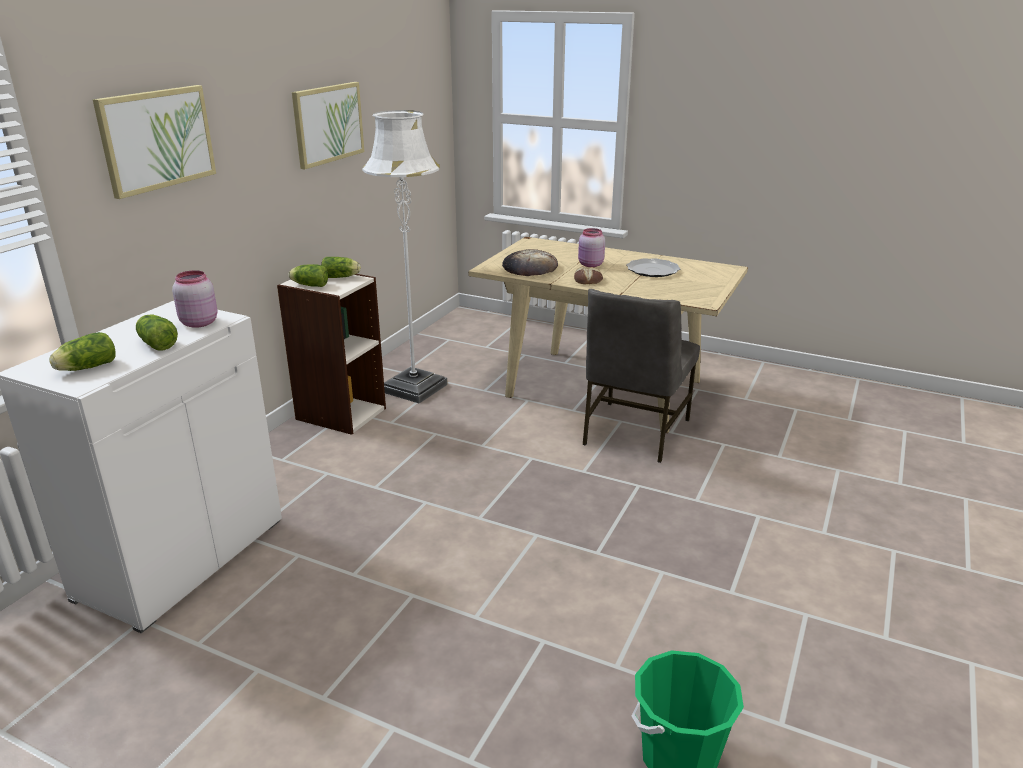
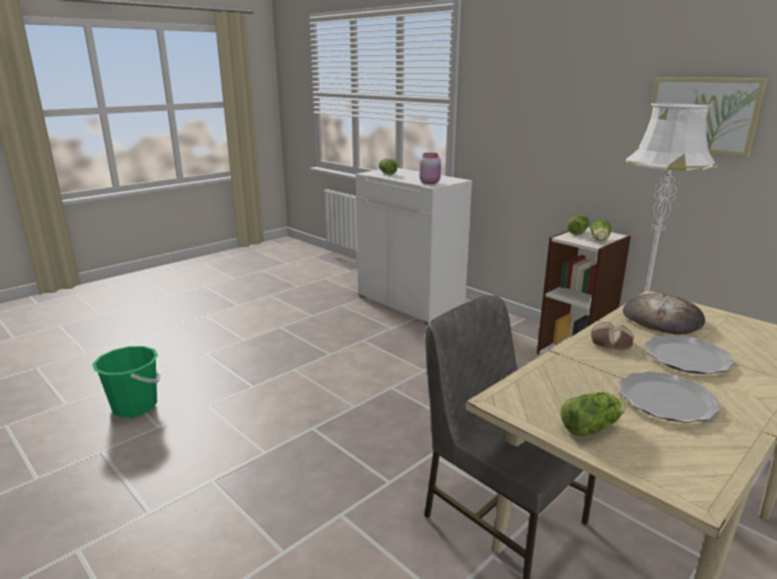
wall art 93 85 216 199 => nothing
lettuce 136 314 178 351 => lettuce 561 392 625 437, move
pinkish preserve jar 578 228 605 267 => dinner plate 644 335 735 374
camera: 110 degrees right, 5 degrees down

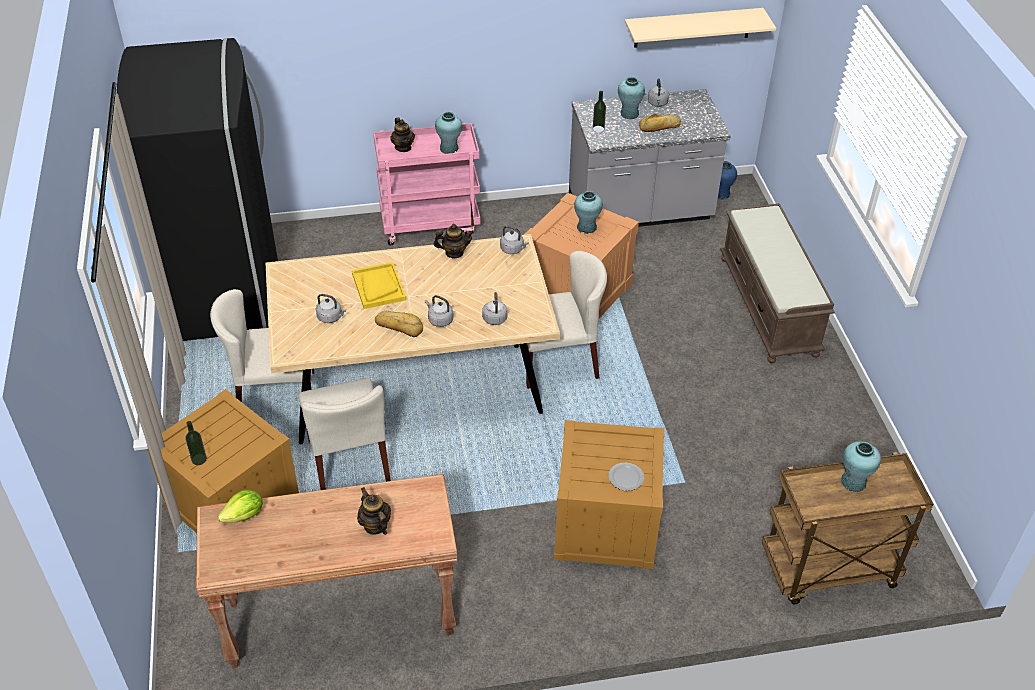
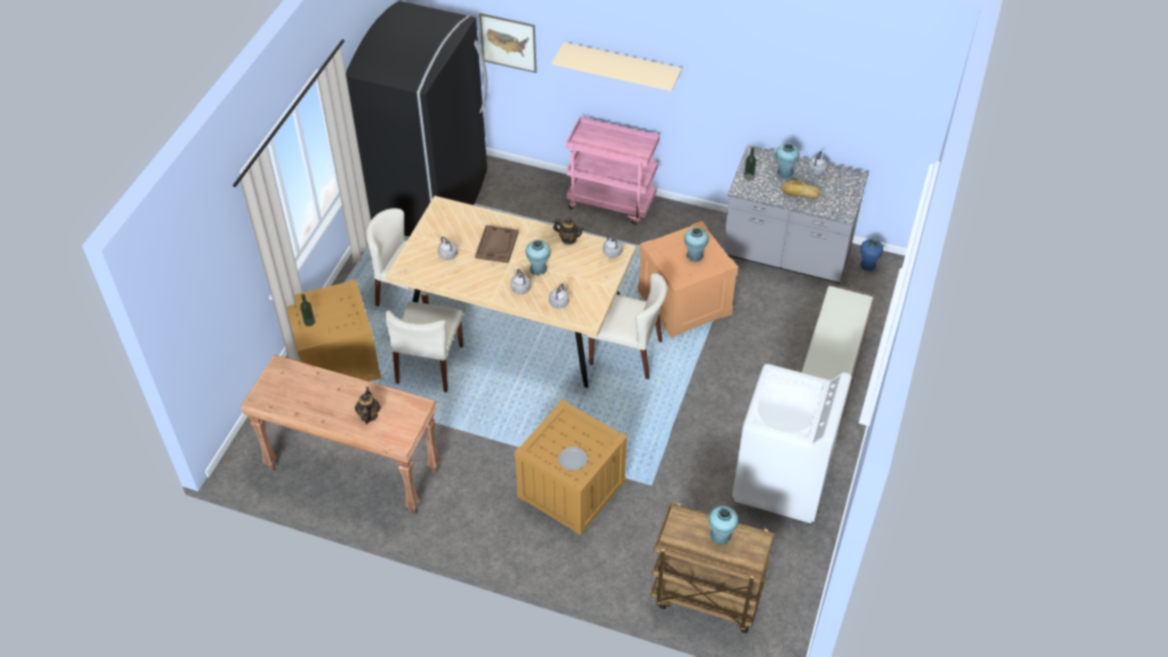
lettuce 217 489 263 523 => nothing
baked bread 375 311 423 337 => nothing
pot for tea 390 117 415 152 => nothing
nothing => wall art 479 13 537 73
nothing => whitish washing machine 732 364 852 523
turquoise vase 435 112 462 154 => turquoise vase 526 240 551 276, move
beige-coloured bracket shelf 625 8 776 48 => beige-coloured bracket shelf 552 42 682 91, move
yellow-coloured serving tray 352 262 406 309 => brownish serving tray 475 225 519 263
camera: 30 degrees right, 5 degrees up

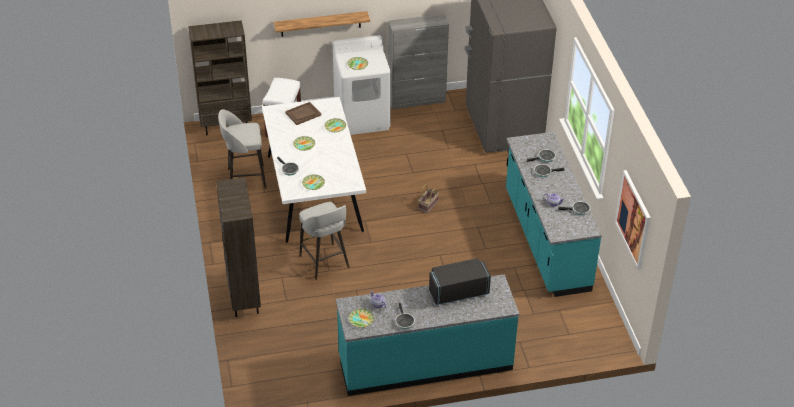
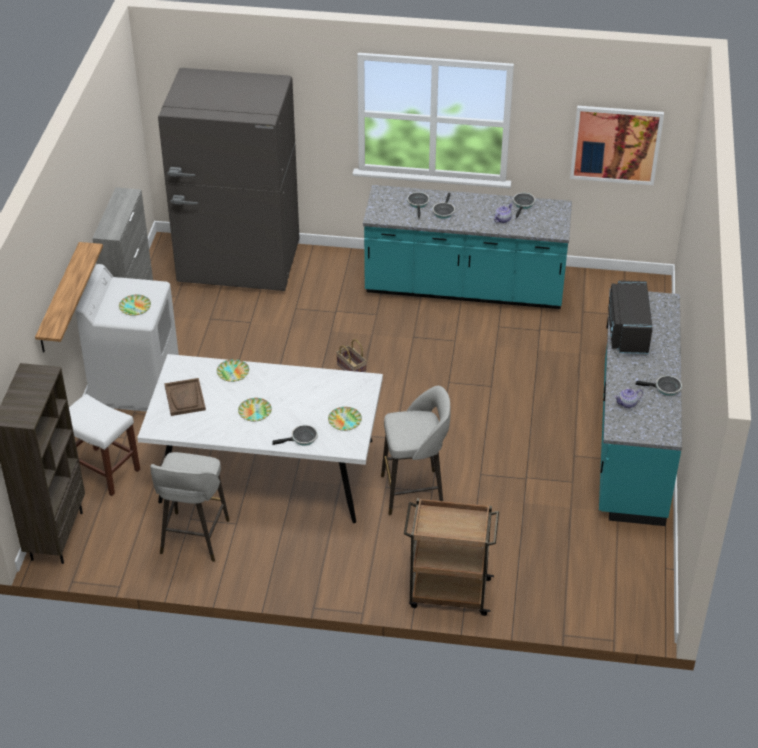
dinner plate 349 308 374 327 => nothing
brownish bookcase 216 177 261 317 => brownish cart 404 498 499 616
camera: 70 degrees left, 0 degrees up

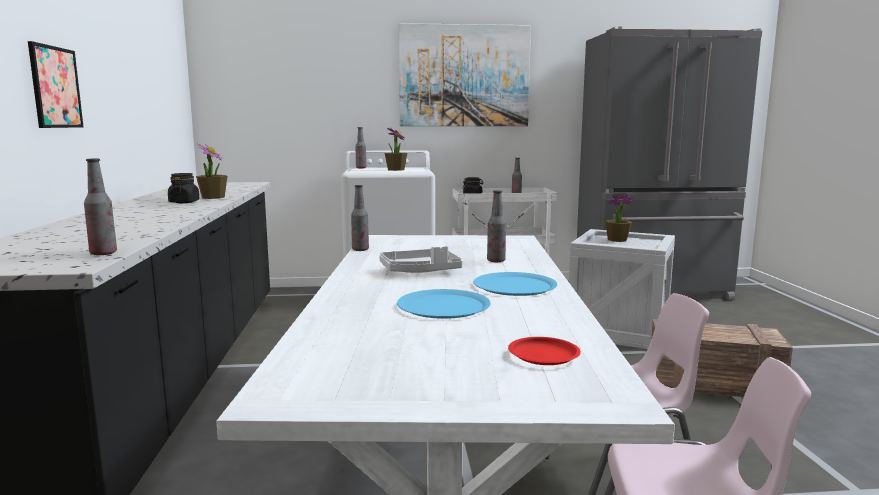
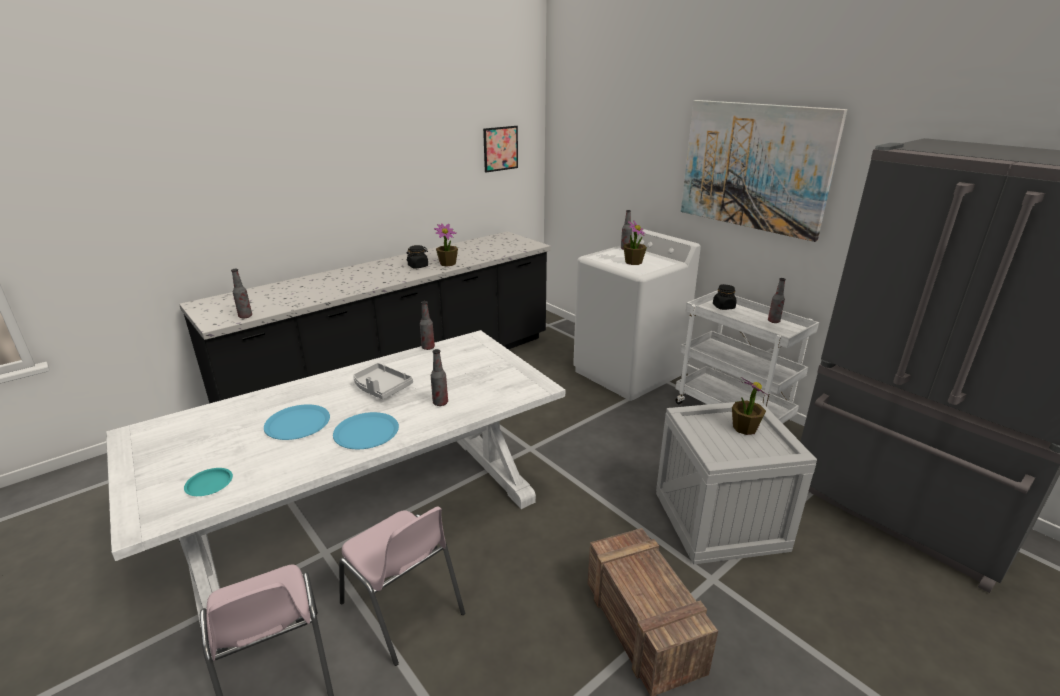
wall art 28 41 83 128 => wall art 483 126 518 172, move
red-coloured dinner plate 508 337 581 365 => turquoise dinner plate 184 468 233 496
camera: 55 degrees right, 15 degrees up

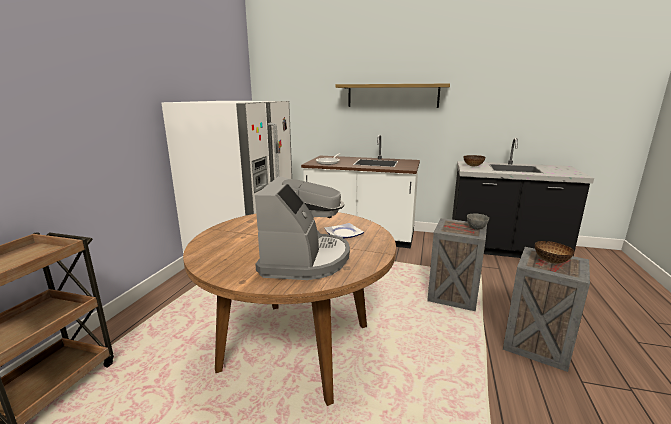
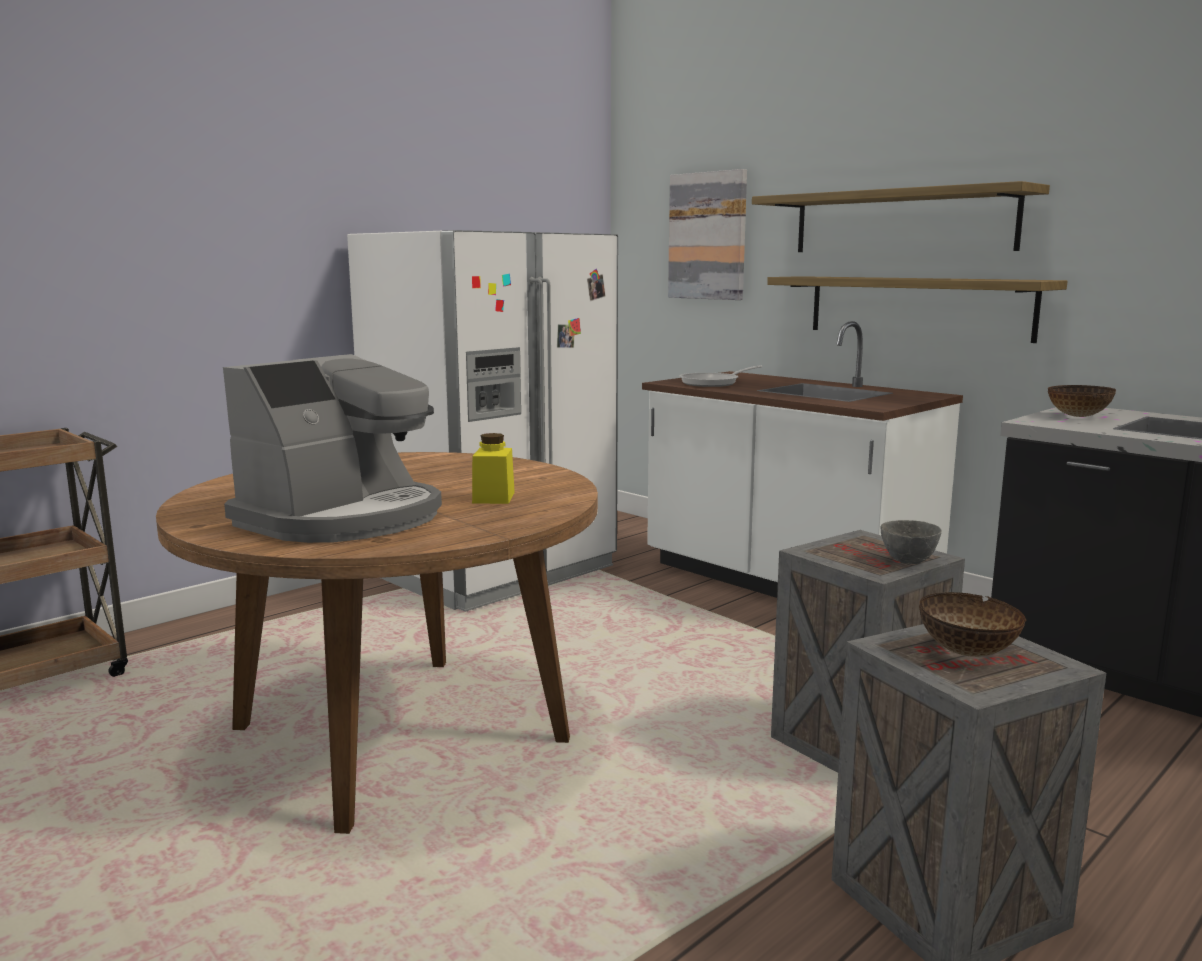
nothing => wall art 668 169 747 300
nothing => bracket shelf 767 276 1067 343
dinner plate 324 223 364 238 => yellow-coloured preserve jar 472 433 515 504
camera: 30 degrees right, 5 degrees down

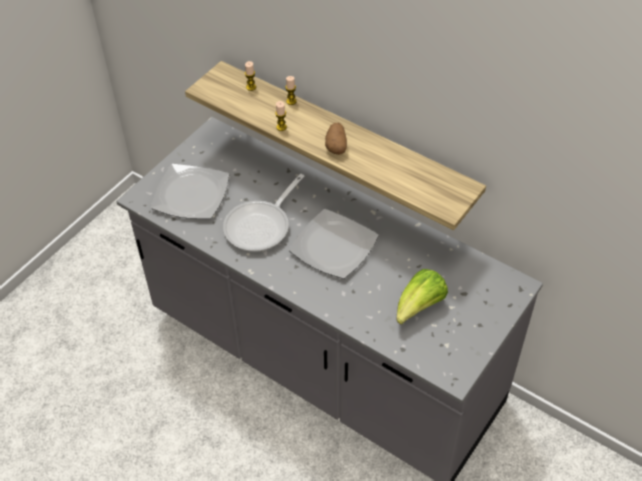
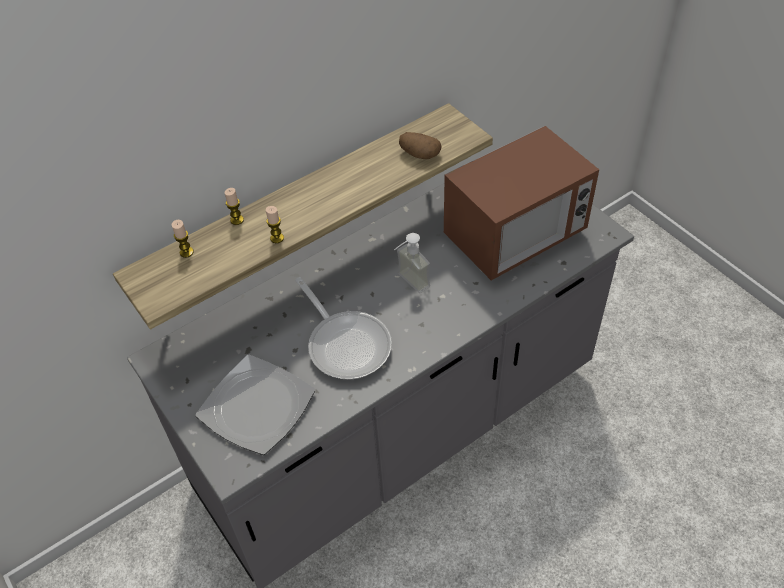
spud 325 123 347 155 => spud 399 132 442 159, move
dinner plate 289 209 378 279 => soap bottle 394 233 430 293
lettuce 397 269 448 324 => microwave 444 126 599 280
camera: 70 degrees left, 0 degrees up

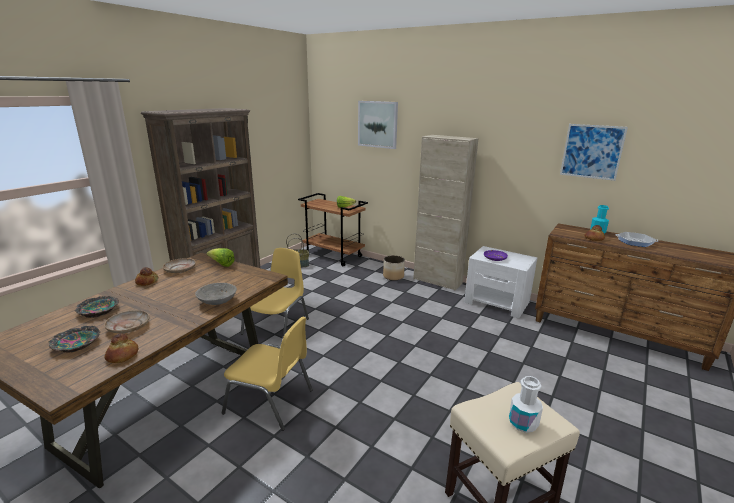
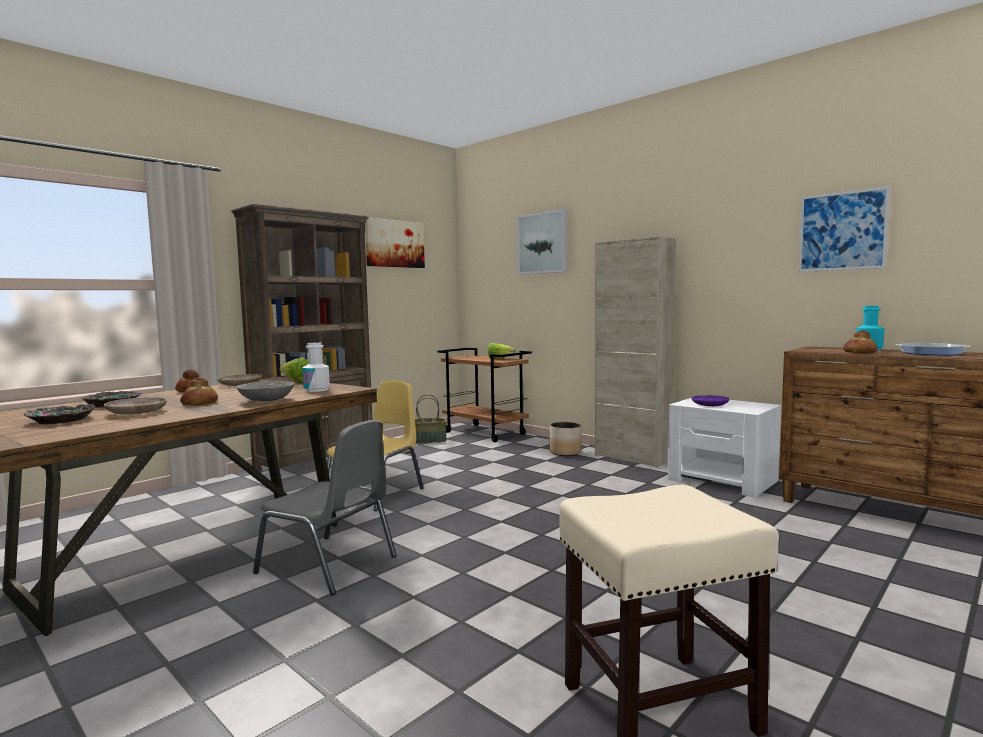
nothing => wall art 365 217 425 268
baked bread 104 333 138 363 => baked bread 180 377 218 405, move
whitish bottle 509 376 543 433 => whitish bottle 302 342 330 392, move
yellow-coloured upright chair 222 316 313 431 => greyish upright chair 253 420 397 595
camera: 10 degrees right, 15 degrees down

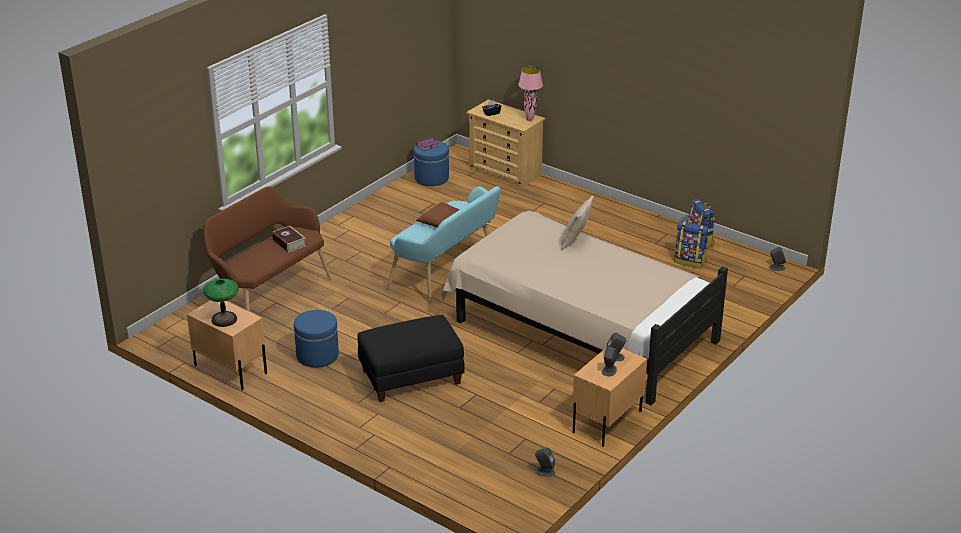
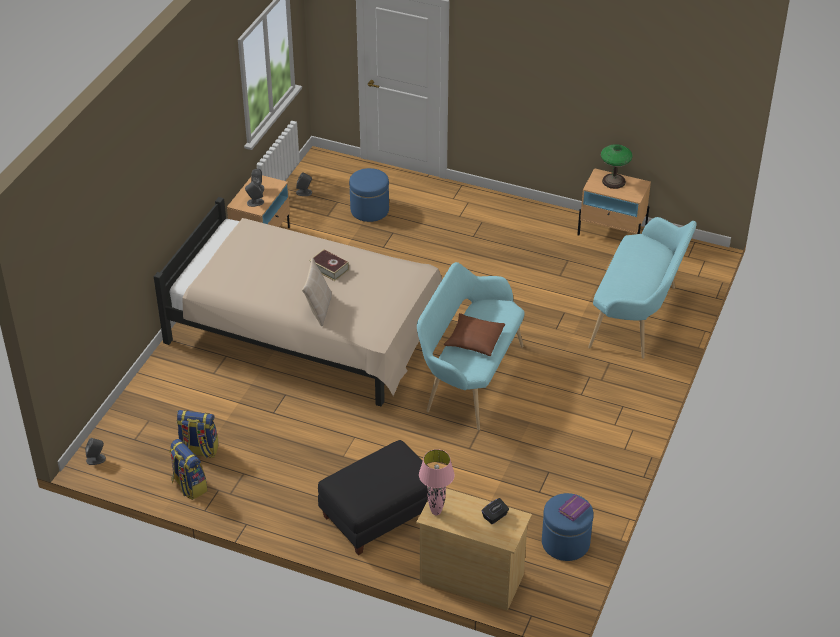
volume 272 226 306 253 => volume 309 249 349 281, move
blue-coloured pouffe 294 310 339 368 => blue-coloured pouffe 349 168 389 222, move
blackish pouffe 357 315 465 402 => blackish pouffe 318 440 428 555, move
brownish long seat 203 186 331 312 => turquoise long seat 588 217 697 359
camera: 165 degrees right, 10 degrees up

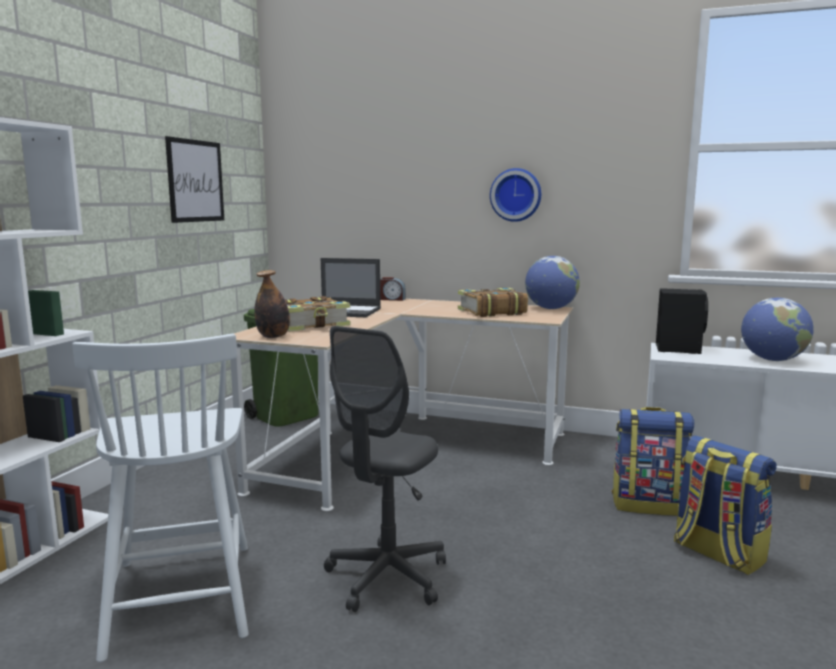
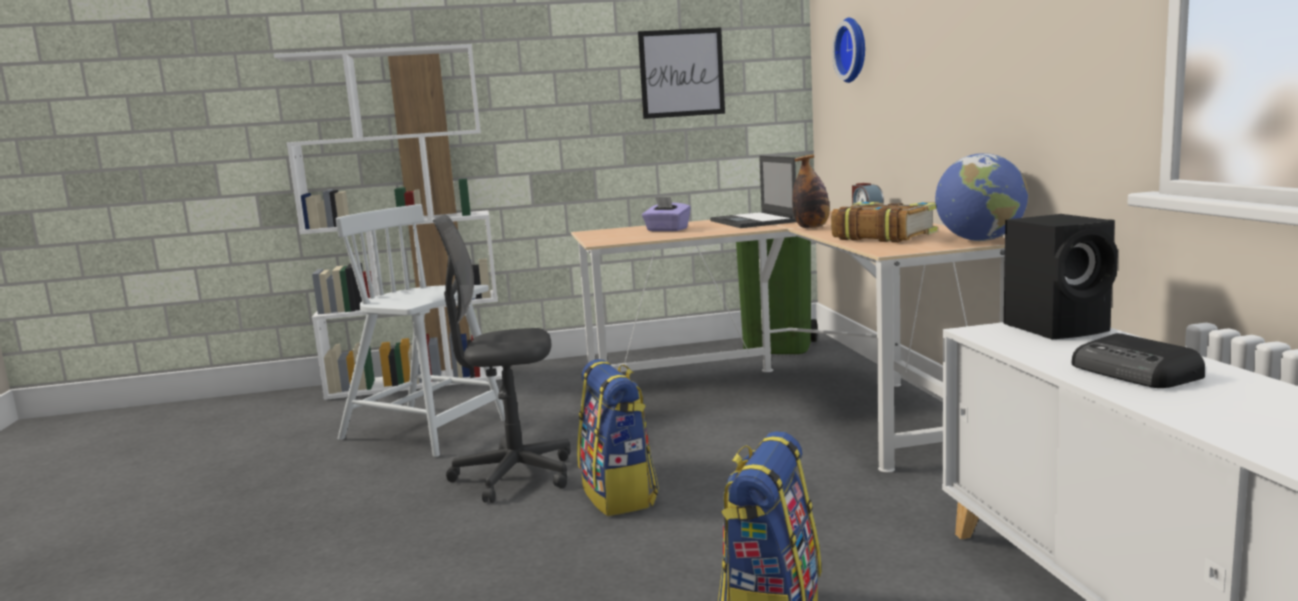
bottle 254 270 290 338 => bottle 792 155 830 228, move
wall clock 490 168 541 222 => wall clock 832 18 865 83, move
rucksack 612 407 694 516 => rucksack 577 359 659 516, move
volume 285 296 351 331 => purplish box of tissues 642 197 691 231
world globe 741 298 814 361 => radio set 1072 333 1205 388
whitish upright chair 72 334 249 662 => whitish upright chair 336 204 505 457, 75 degrees clockwise
camera: 60 degrees right, 0 degrees up

